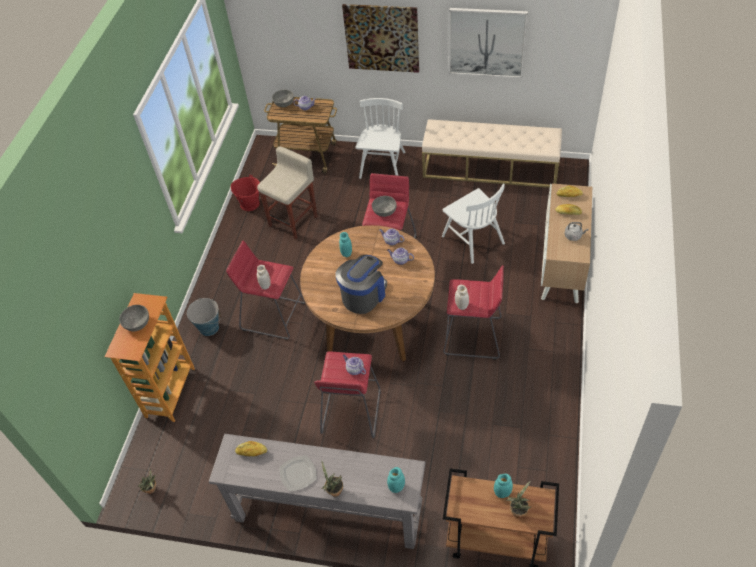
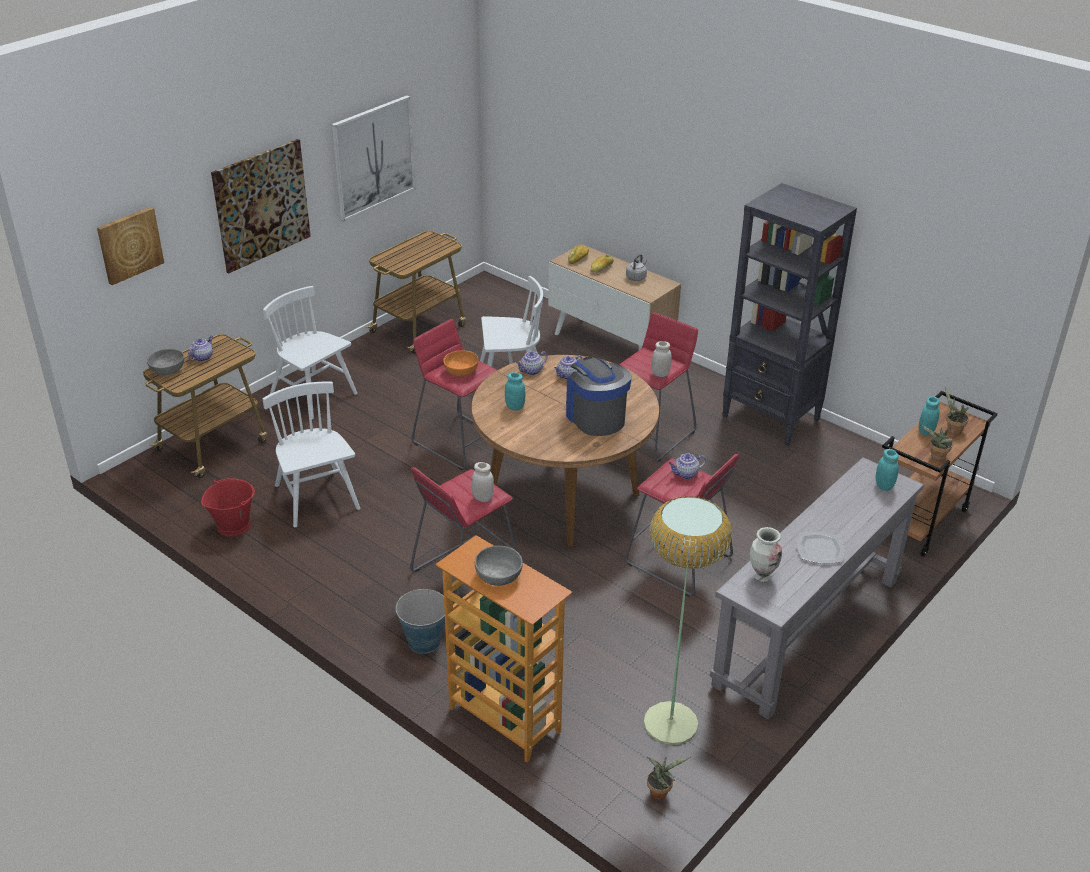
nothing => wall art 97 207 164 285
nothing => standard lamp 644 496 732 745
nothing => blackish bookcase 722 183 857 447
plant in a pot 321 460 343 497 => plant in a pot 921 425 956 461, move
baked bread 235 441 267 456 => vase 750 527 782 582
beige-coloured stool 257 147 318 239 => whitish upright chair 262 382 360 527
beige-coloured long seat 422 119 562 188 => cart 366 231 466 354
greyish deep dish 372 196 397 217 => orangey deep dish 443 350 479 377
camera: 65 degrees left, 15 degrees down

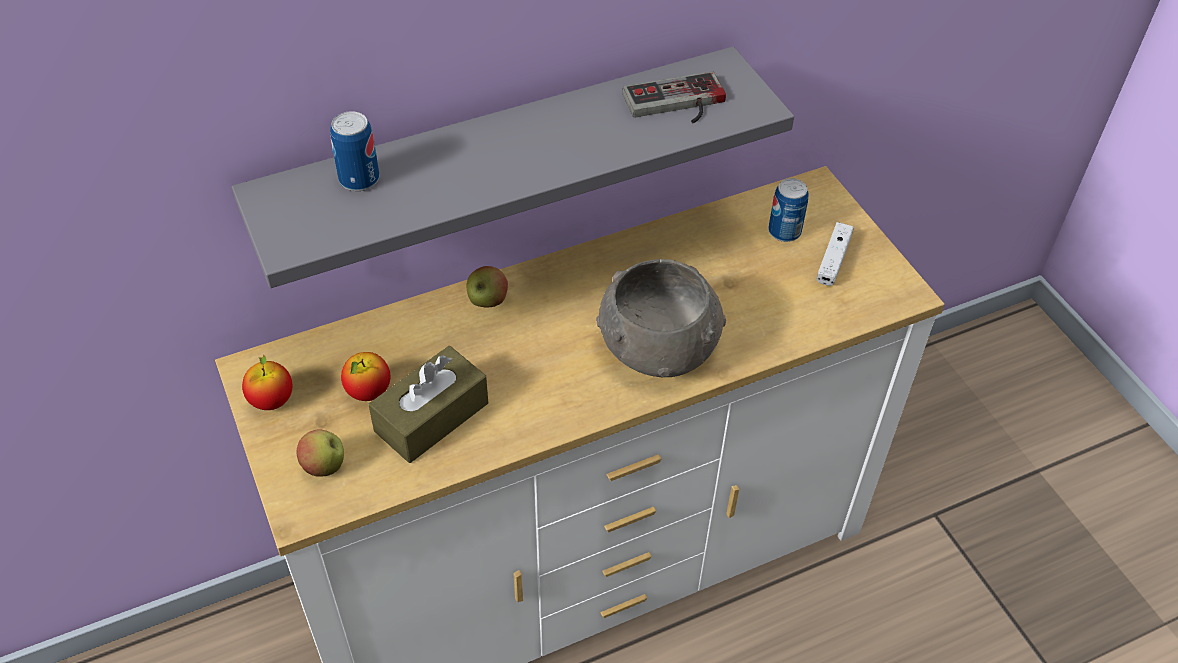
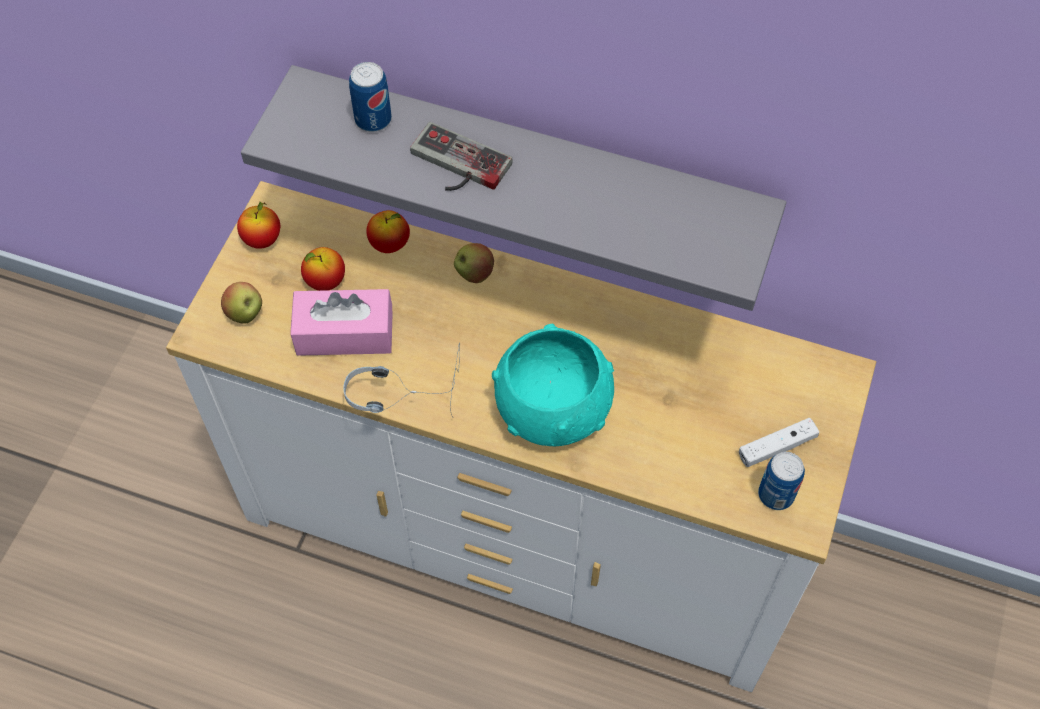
nothing => headset 343 342 460 418
nothing => whole apple 366 210 410 253
game controller 623 71 726 123 => game controller 410 122 513 191, move
metal can 768 178 809 242 => metal can 758 452 805 510, move
brownish box of tissues 368 346 488 463 => pinkish box of tissues 290 289 393 356
greyish deep dish 596 259 726 377 => turquoise deep dish 492 324 614 446
camera: 45 degrees right, 10 degrees up

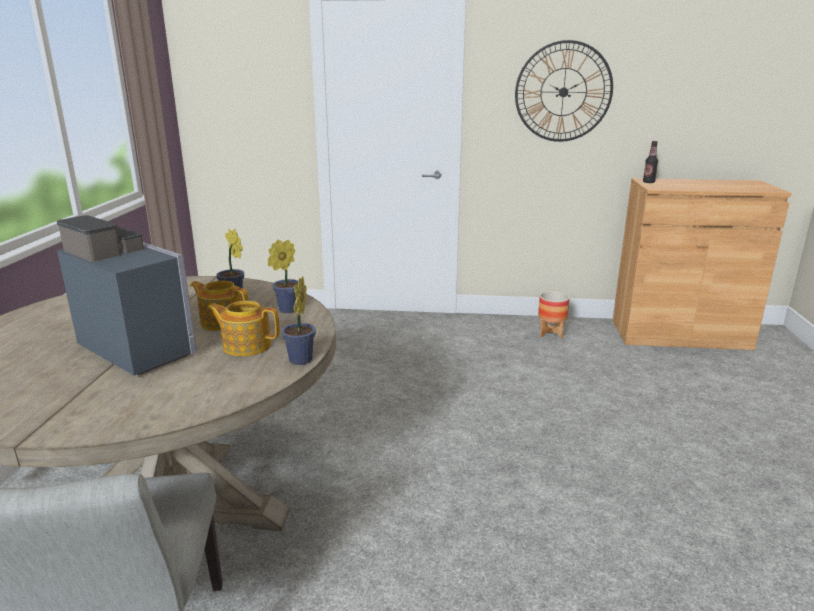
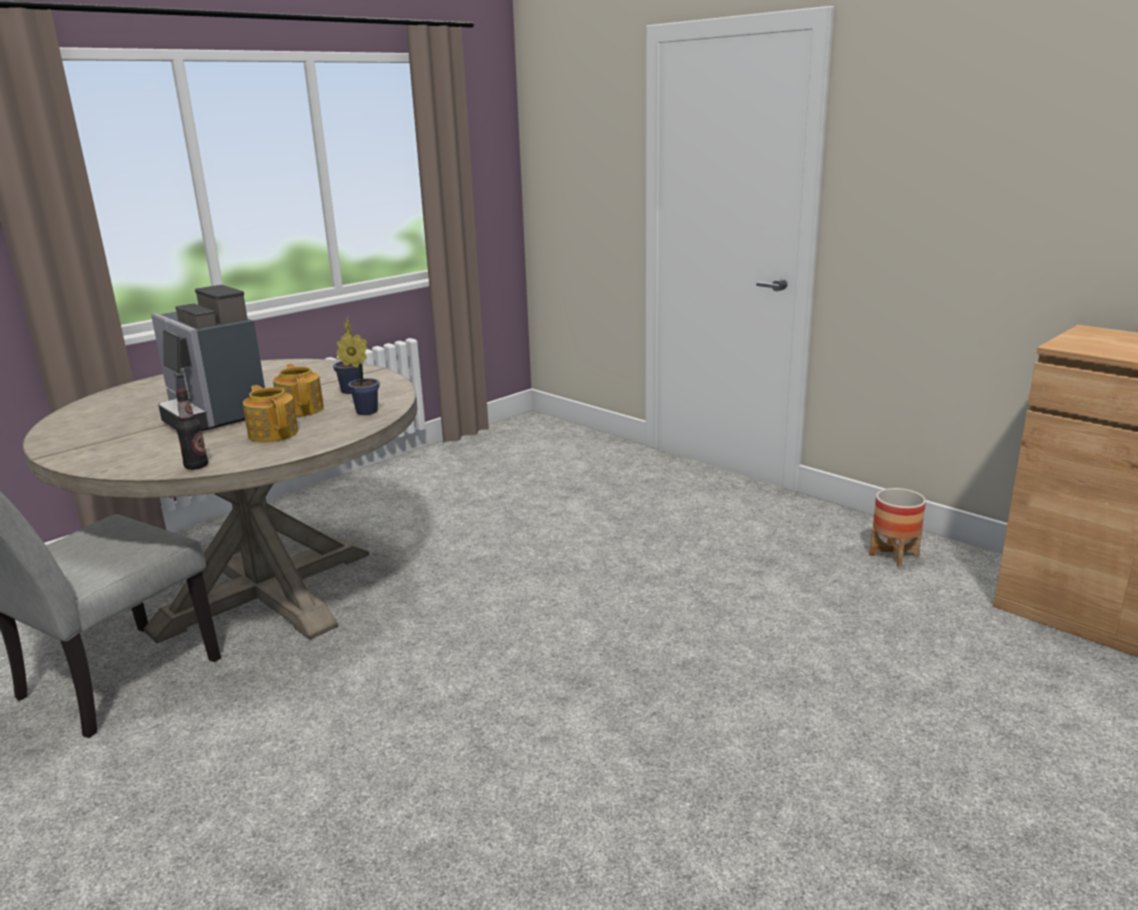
plant in a pot 281 276 316 365 => nothing
wall clock 515 40 613 142 => nothing
bottle 643 141 658 183 => bottle 176 389 208 470, move
coffee machine 57 215 197 376 => coffee machine 151 285 265 431, 150 degrees clockwise
camera: 40 degrees right, 0 degrees up

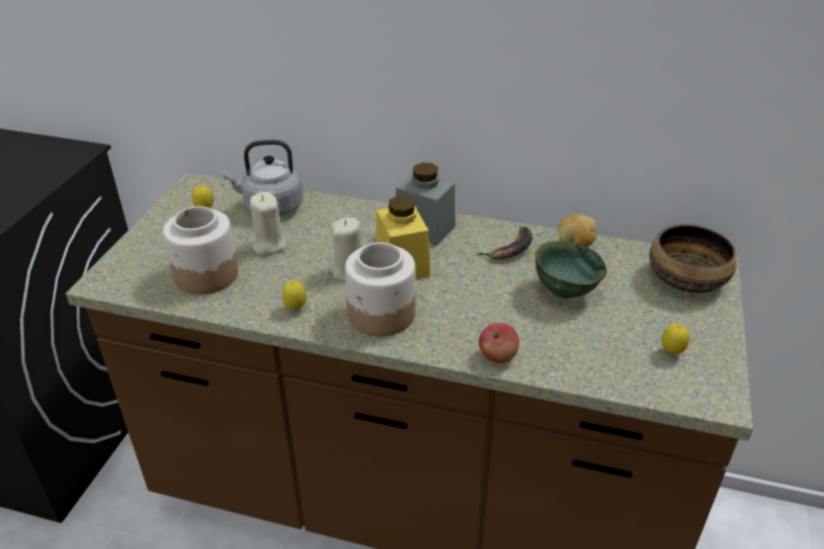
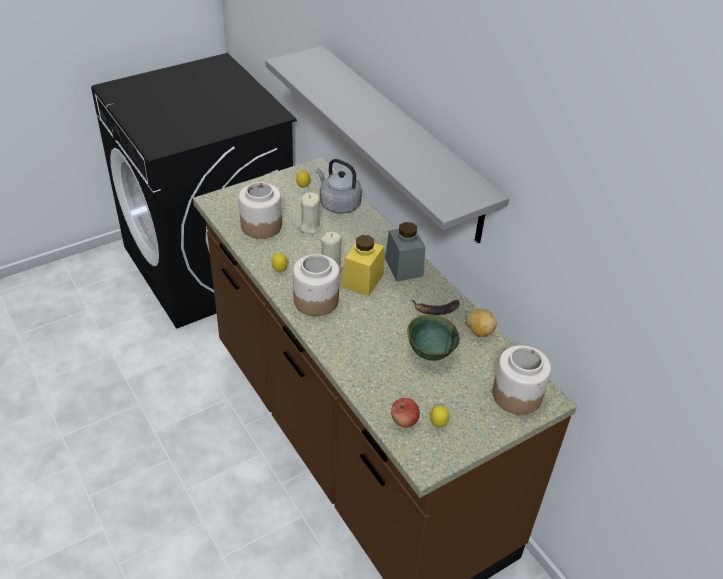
nothing => greyish bracket shelf 265 46 509 243
whole apple 479 323 519 363 => whole apple 391 398 420 427, move
deep dish 649 224 737 293 => preserve jar 492 345 551 415
camera: 40 degrees right, 5 degrees up

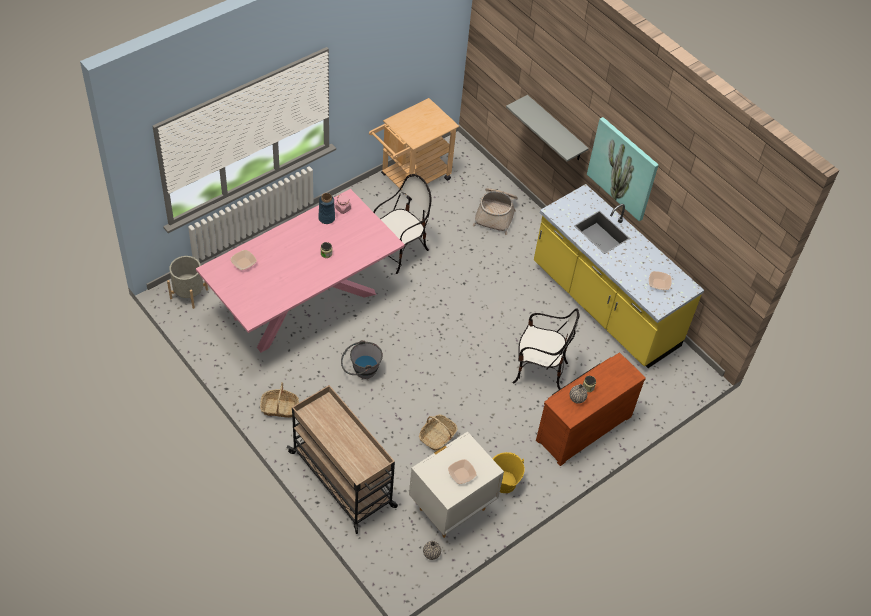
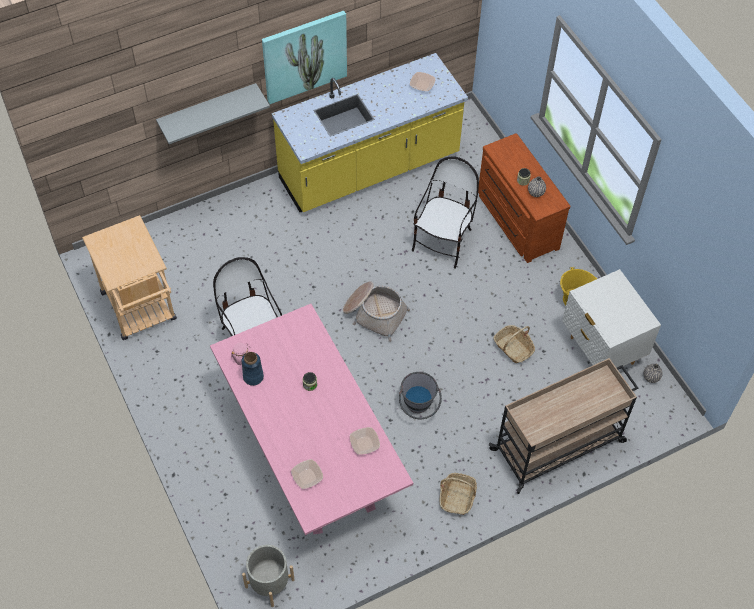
deep dish 448 459 477 484 => deep dish 350 427 380 455, move
basket 473 188 518 235 => basket 343 282 410 342, move
camera: 75 degrees left, 5 degrees up

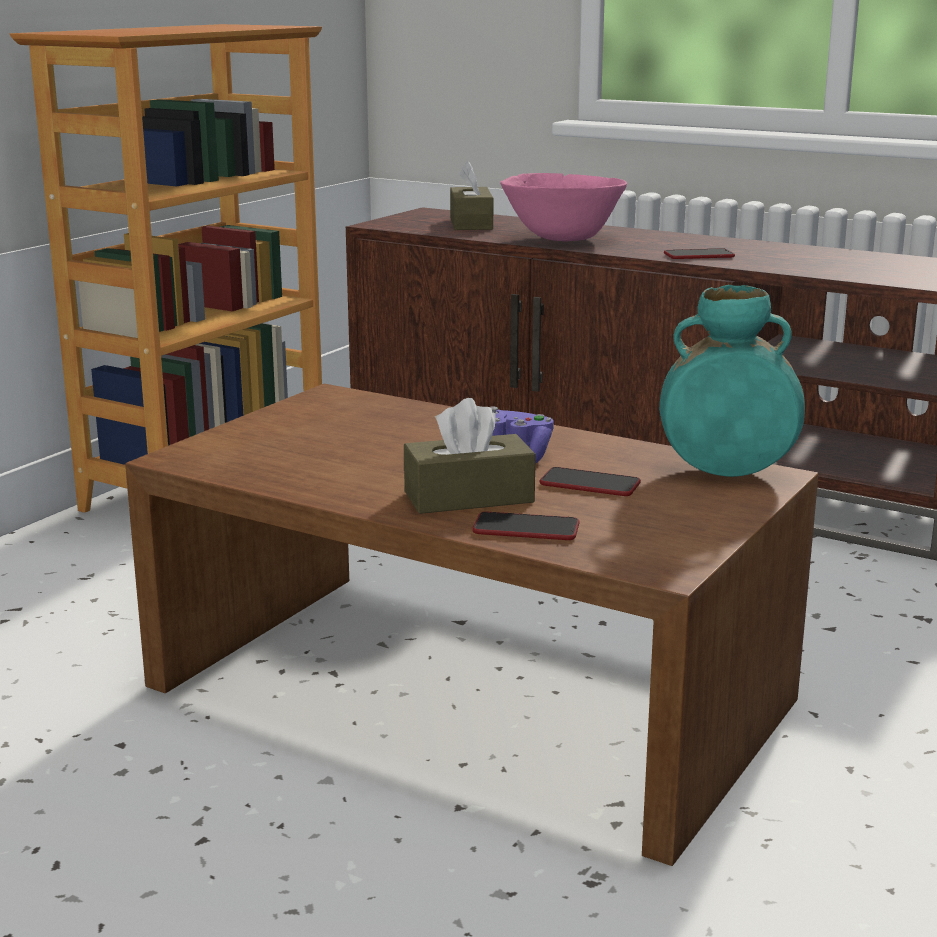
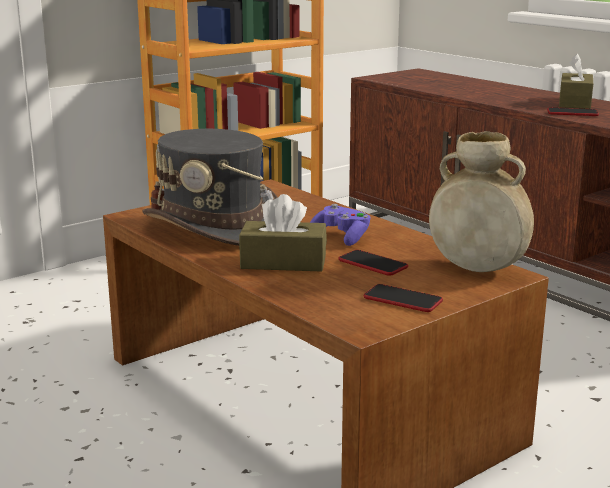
pinkish deep dish 500 173 627 241 => nothing
nothing => greyish hat 142 129 278 246
brownish box of tissues 450 161 493 230 => brownish box of tissues 559 54 593 109, move
phone 472 512 580 540 => phone 364 284 443 312, move
turquoise vase 659 285 805 477 => beige-coloured vase 429 131 534 272
camera: 20 degrees right, 0 degrees up

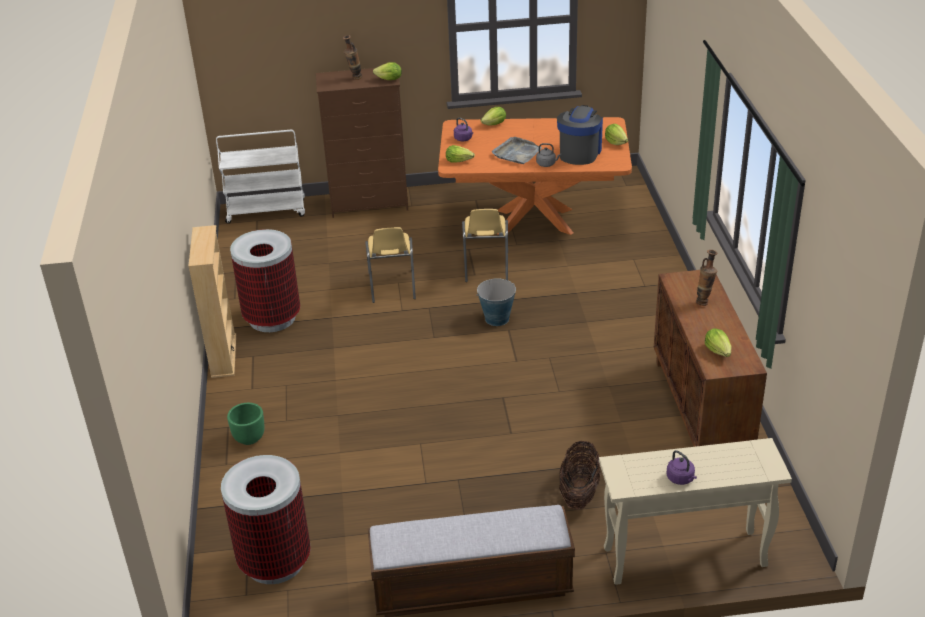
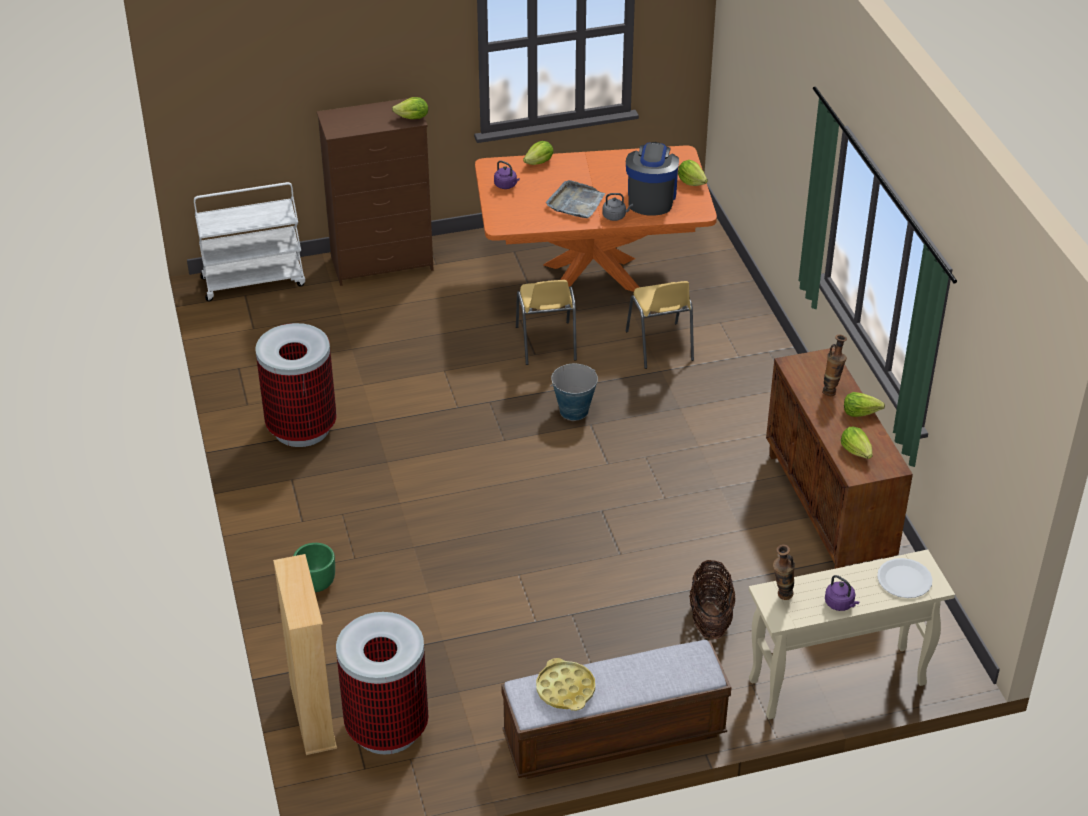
nothing => yellow-coloured serving tray 536 658 595 711
nothing => whitish dinner plate 877 558 932 598
beige-coloured bookcase 188 225 236 378 => beige-coloured bookcase 273 554 337 755, move
vase 343 35 362 80 => vase 773 545 795 600, move
yellow-coloured upright chair 365 227 416 303 => yellow-coloured upright chair 626 281 694 369, move
lettuce 446 145 475 163 => lettuce 844 392 885 417, move
camera: 10 degrees left, 5 degrees up

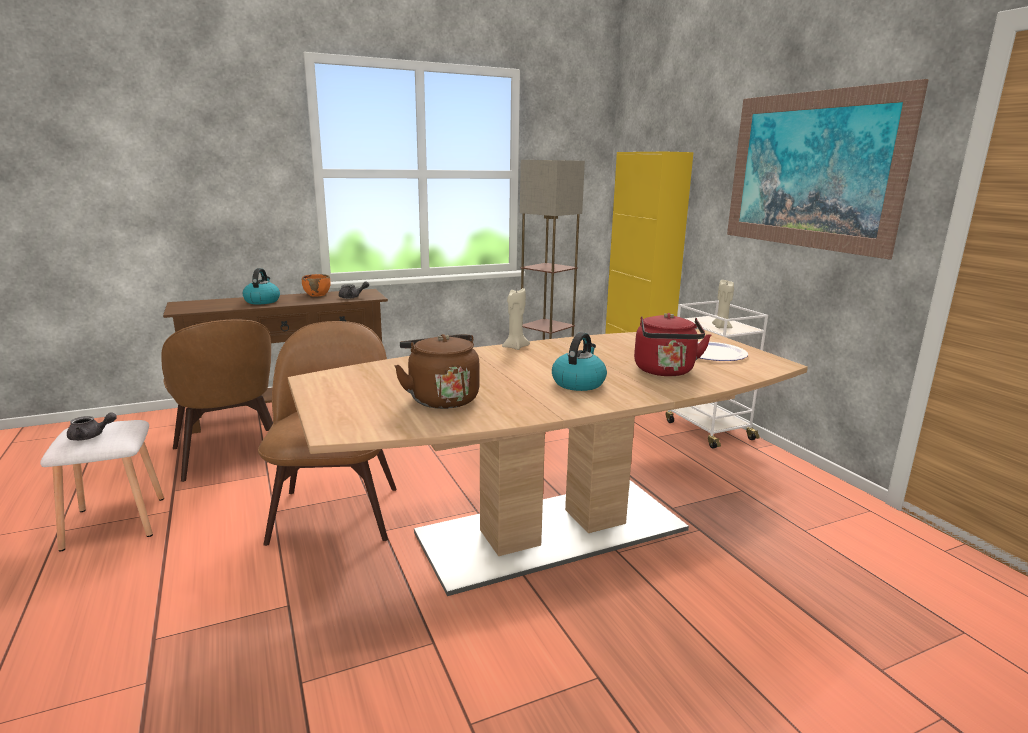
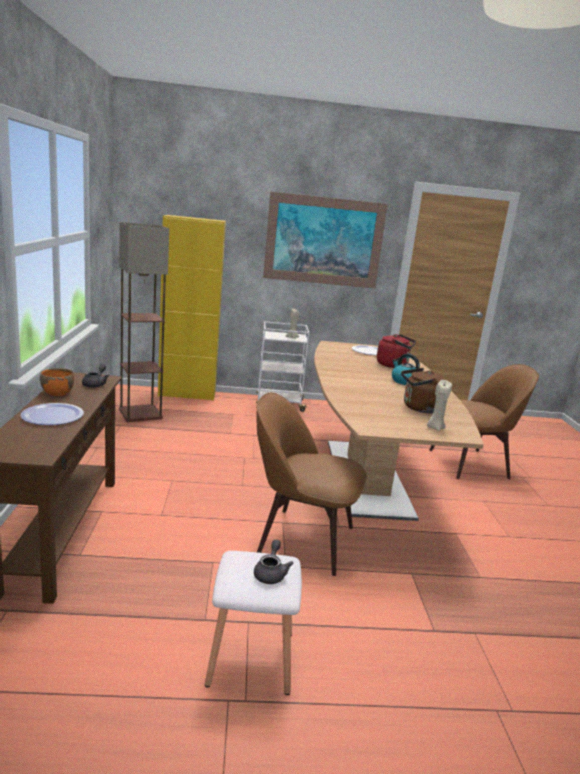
brownish upright chair 161 320 273 482 => brownish upright chair 429 364 539 479, move
beige-coloured candle 502 288 530 350 => beige-coloured candle 427 380 452 431, move
kettle 243 268 280 304 => dinner plate 20 403 84 425
camera: 70 degrees left, 0 degrees up

